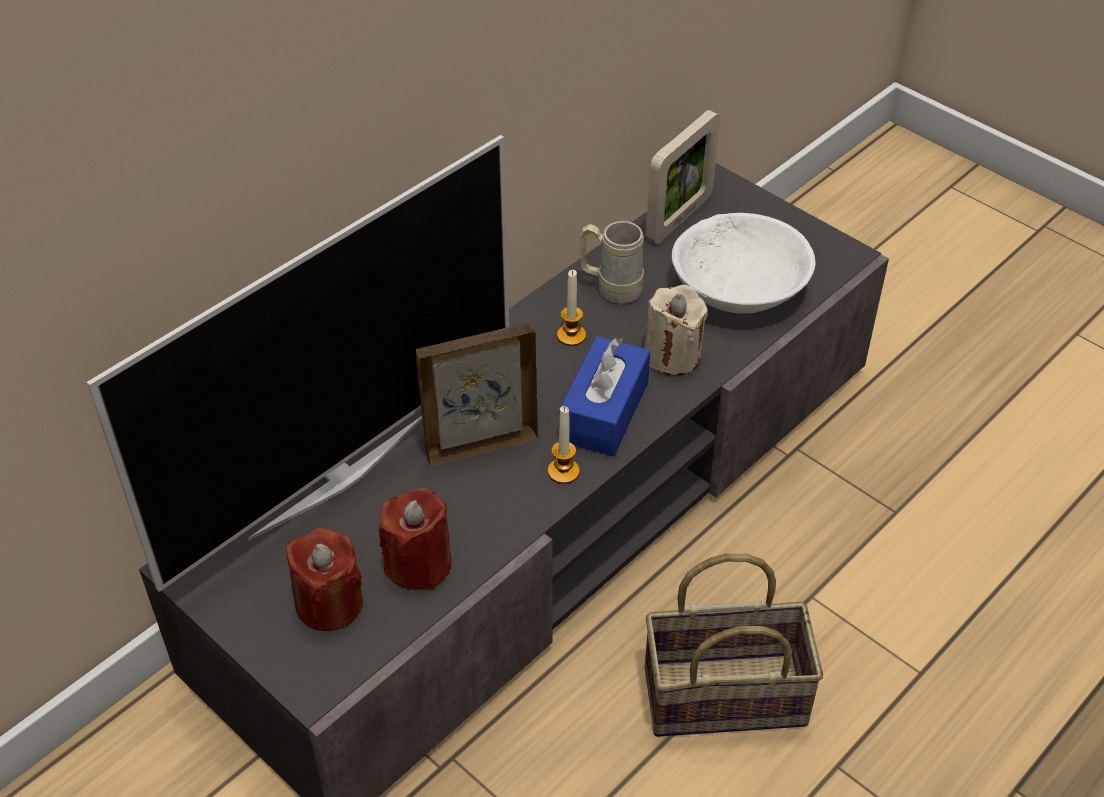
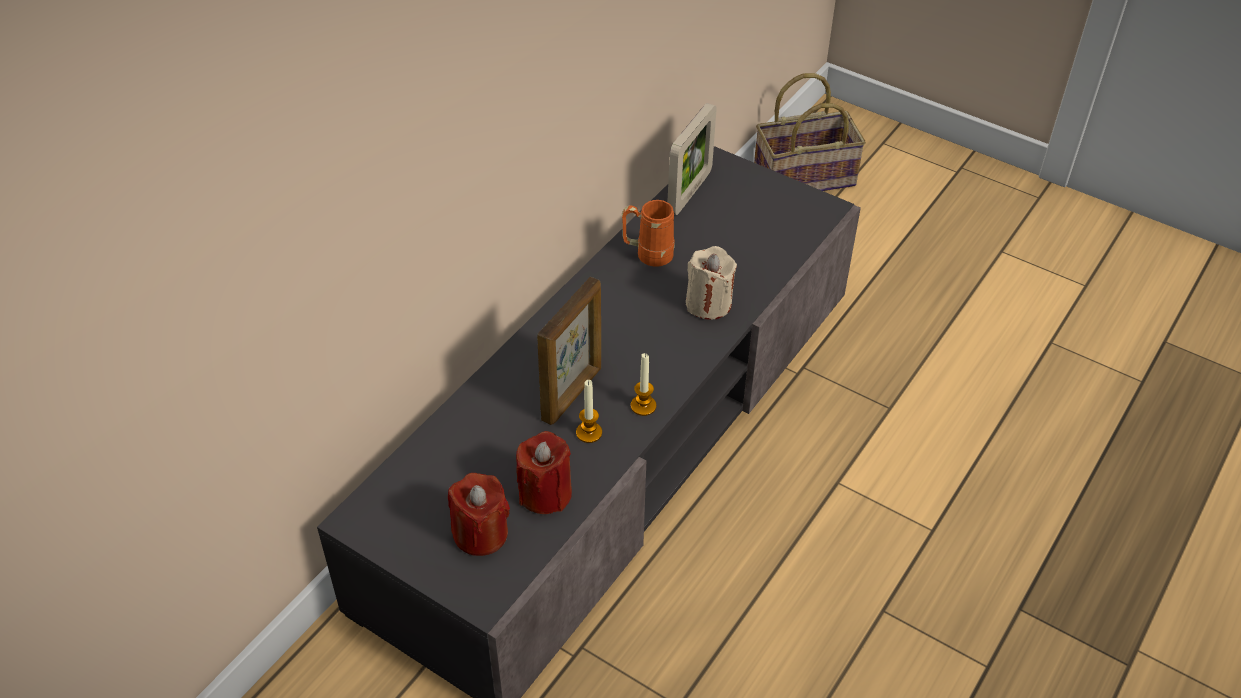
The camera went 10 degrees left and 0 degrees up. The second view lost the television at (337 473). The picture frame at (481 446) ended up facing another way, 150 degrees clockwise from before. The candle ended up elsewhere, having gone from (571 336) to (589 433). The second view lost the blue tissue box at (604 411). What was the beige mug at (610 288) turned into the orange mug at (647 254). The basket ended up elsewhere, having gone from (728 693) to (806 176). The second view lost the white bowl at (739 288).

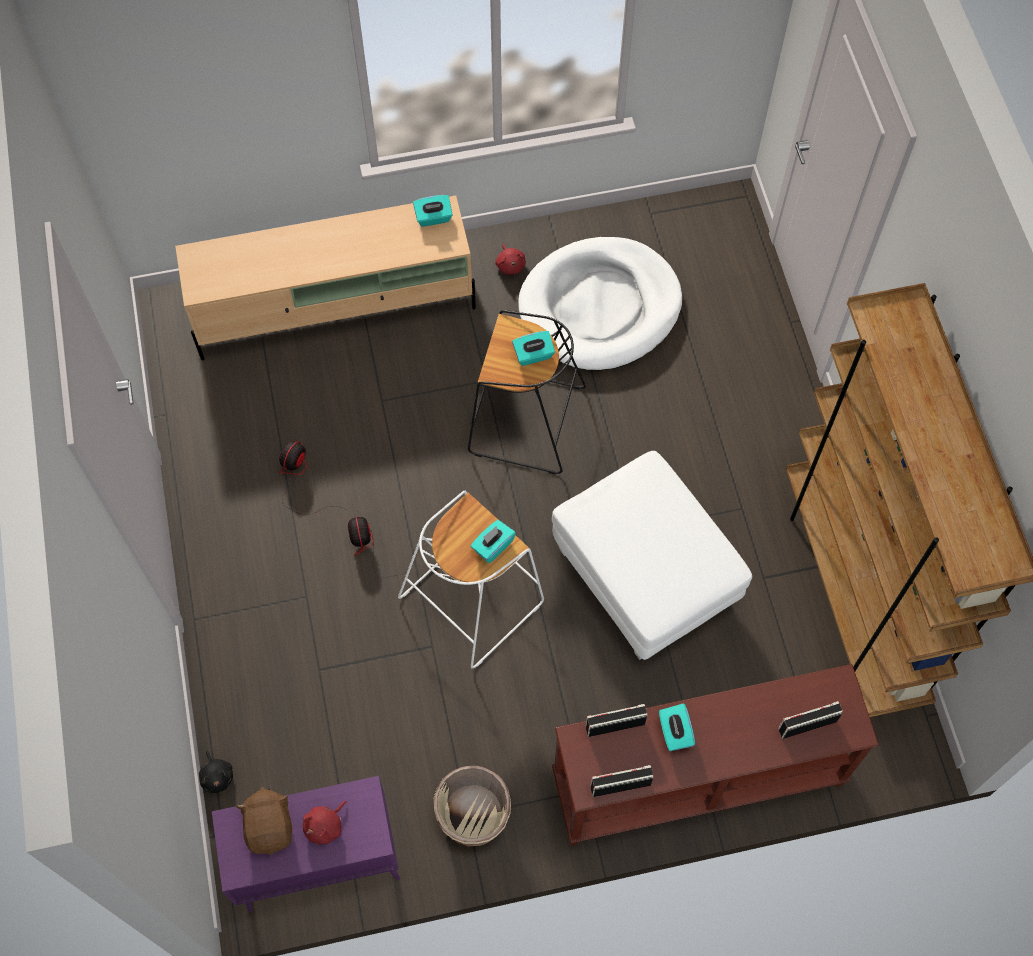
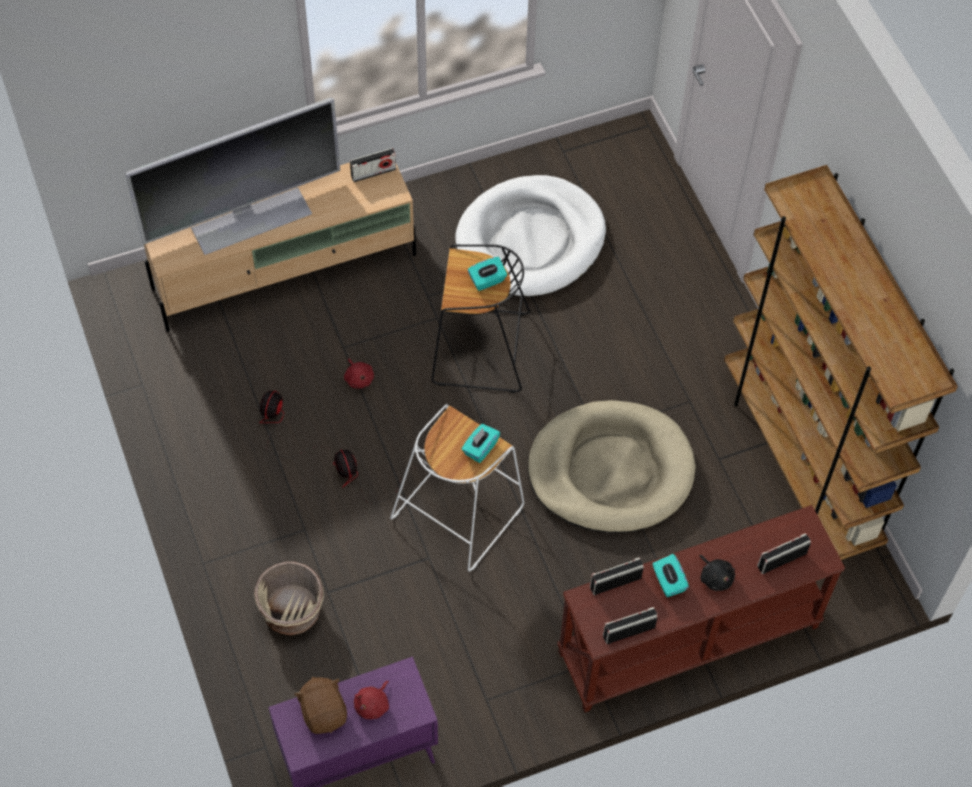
The camera went 10 degrees left and 5 degrees down. The black plush toy ended up elsewhere, having gone from (217 776) to (715 577). Where the turquoise tissue box stood at (433 218), the radio came to stand at (373 172). The beige planter ended up elsewhere, having gone from (473 815) to (291 611). The red plush toy ended up elsewhere, having gone from (510 265) to (359 378). Where the white ottoman stood at (643 575), the beige dog bed came to stand at (610 471). The second view gained the television at (250 219).

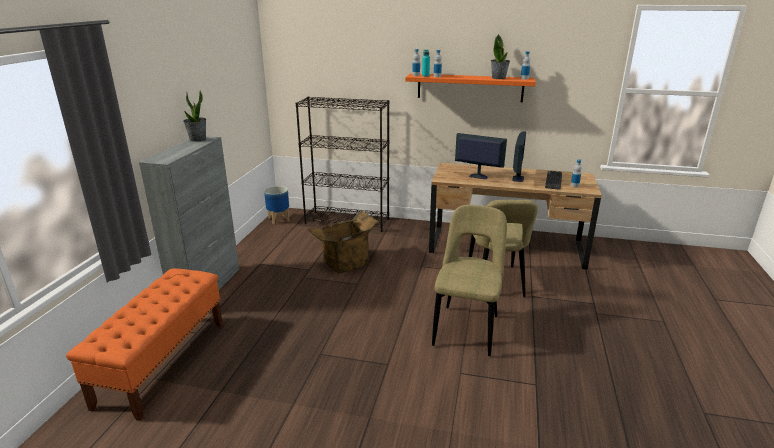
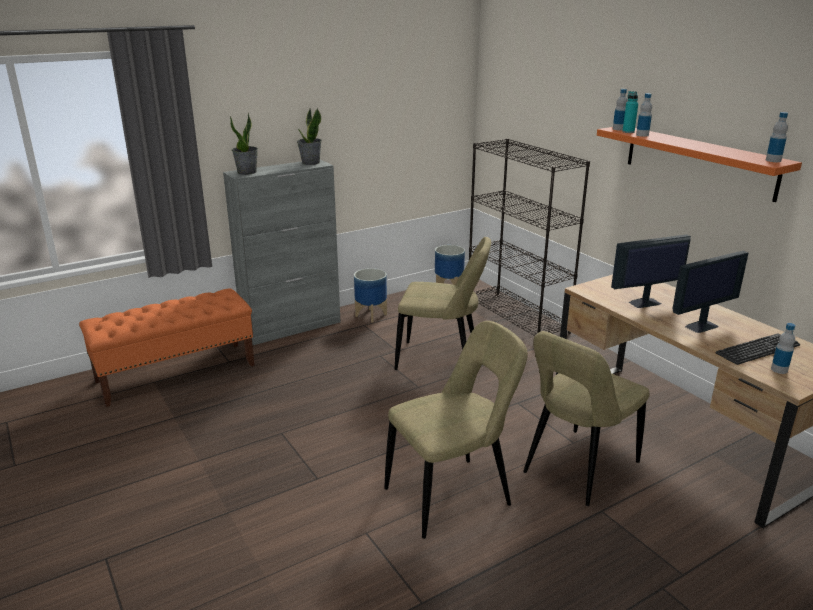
The camera went 45 degrees right and 0 degrees up. Where the cardboard box stood at (346 263), the beige chair came to stand at (441 360). The monitor at (478 176) ended up facing another way, 90 degrees counterclockwise from before. The potted plant ended up elsewhere, having gone from (499 78) to (247 172). The second view gained the planter at (371 315).

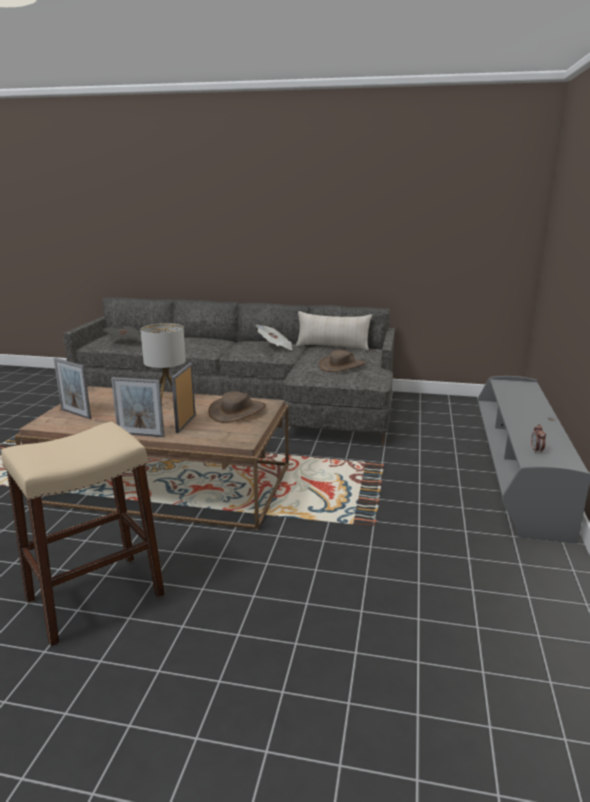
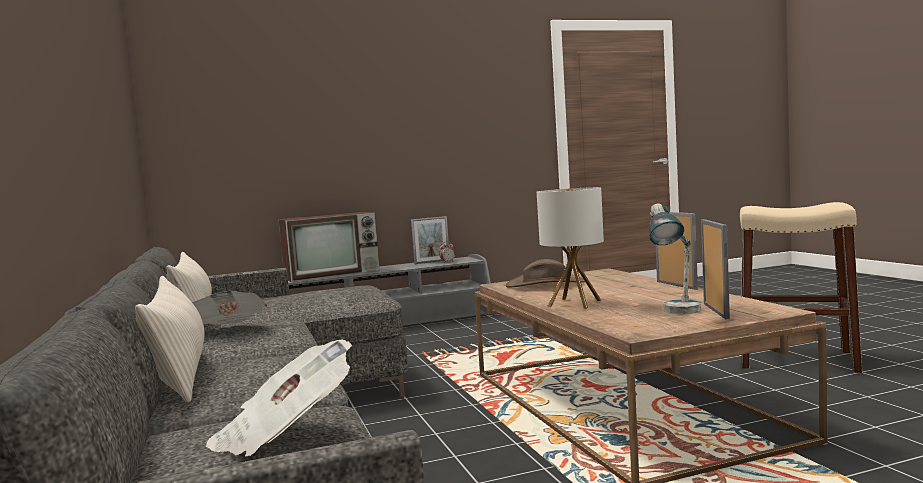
The camera went 120 degrees left and 15 degrees down. The picture frame ended up elsewhere, having gone from (186 423) to (432 262). The second view lost the brown hat at (342 366). The second view gained the beige pillow at (179 375). The second view gained the television at (334 274). The second view gained the table lamp at (677 313).

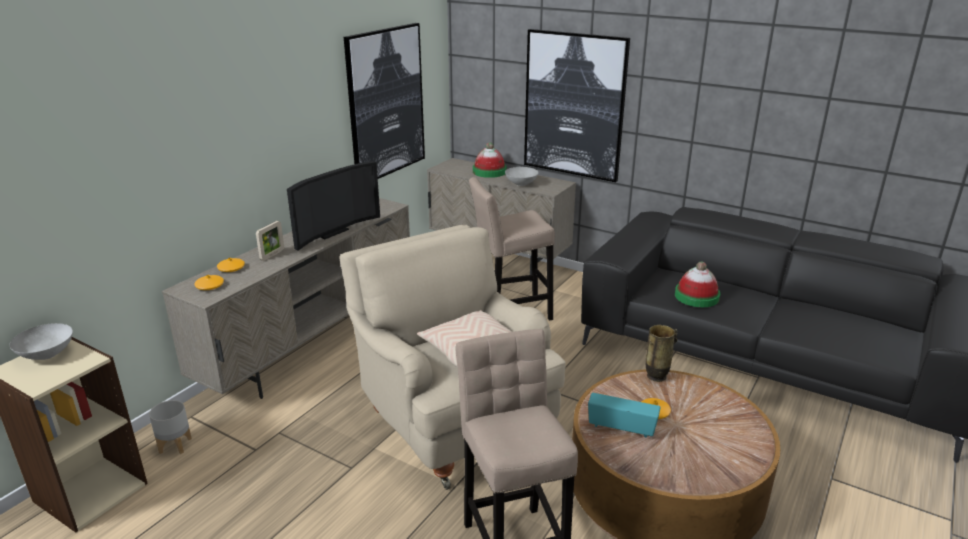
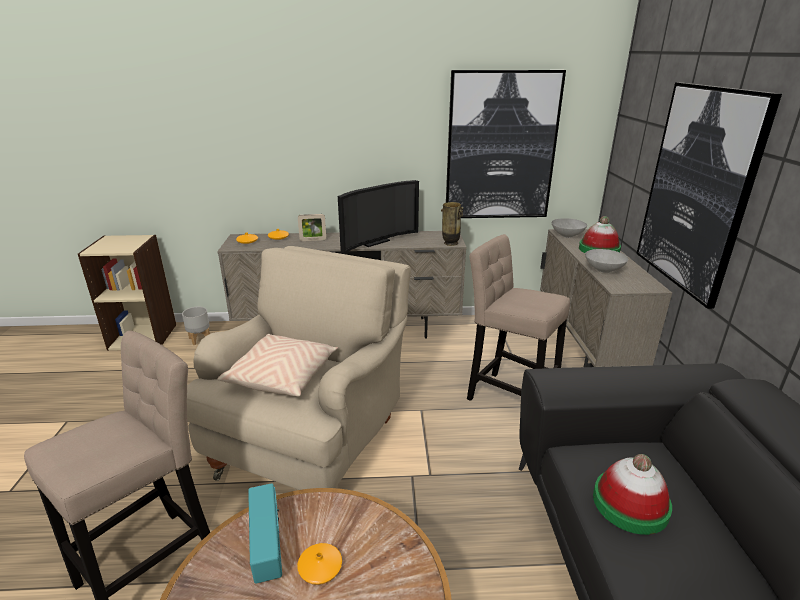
The camera went 55 degrees right and 0 degrees up. The grey bowl ended up elsewhere, having gone from (46 354) to (567 235). The television at (330 232) ended up facing another way, 45 degrees counterclockwise from before. The vase ended up elsewhere, having gone from (656 377) to (450 243).

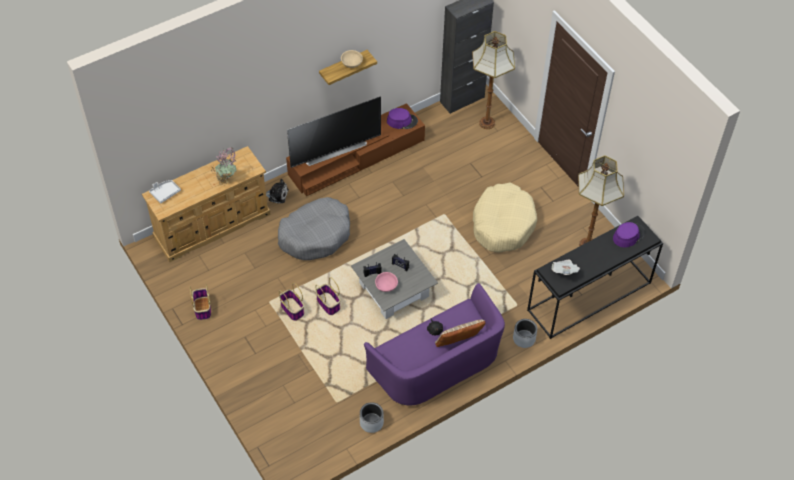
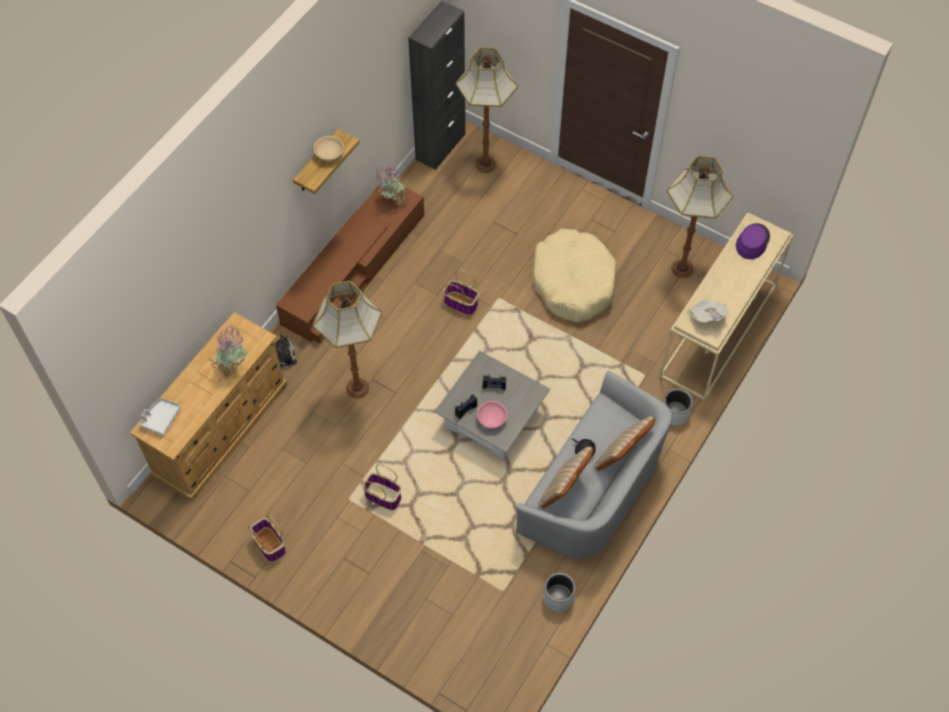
The camera went 25 degrees left and 5 degrees up. Where the grey dog bed stood at (315 235), the floor lamp came to stand at (358 388). The second view lost the television at (334 149). The basket ended up elsewhere, having gone from (328 304) to (461 303). What was the purple sofa at (437 363) turned into the grey sofa at (594 488). Where the purple hat stood at (402 121), the potted plant came to stand at (393 202). What was the black console table at (589 297) turned into the beige console table at (719 331). The second view gained the beige pillow at (564 490).

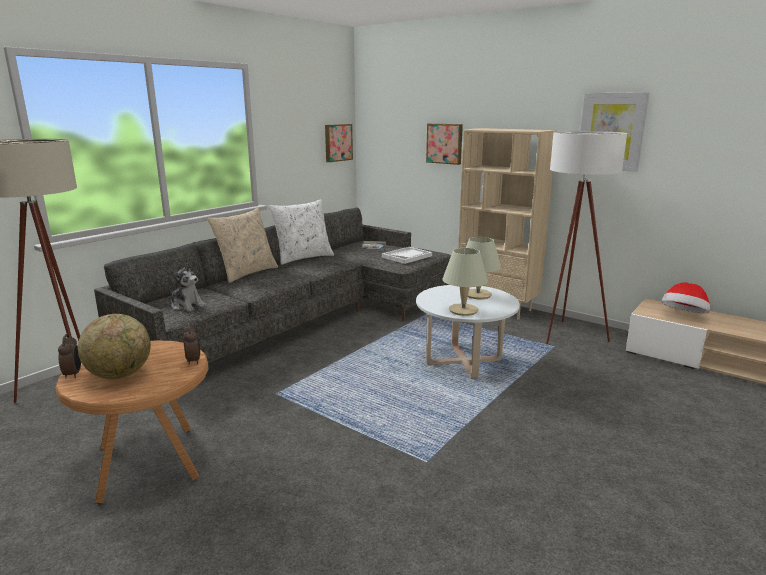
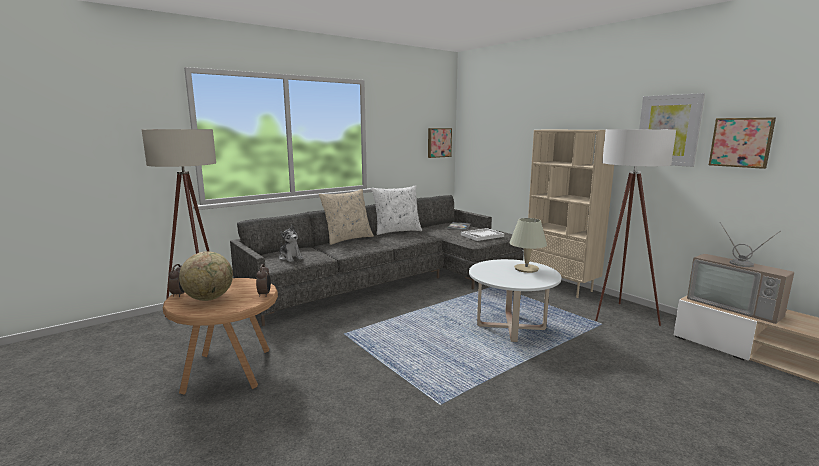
The camera went 15 degrees right and 5 degrees down. The picture ended up elsewhere, having gone from (445 143) to (741 142). The second view lost the beige table lamp at (463 310). Where the hat stood at (683 316), the television came to stand at (736 306).

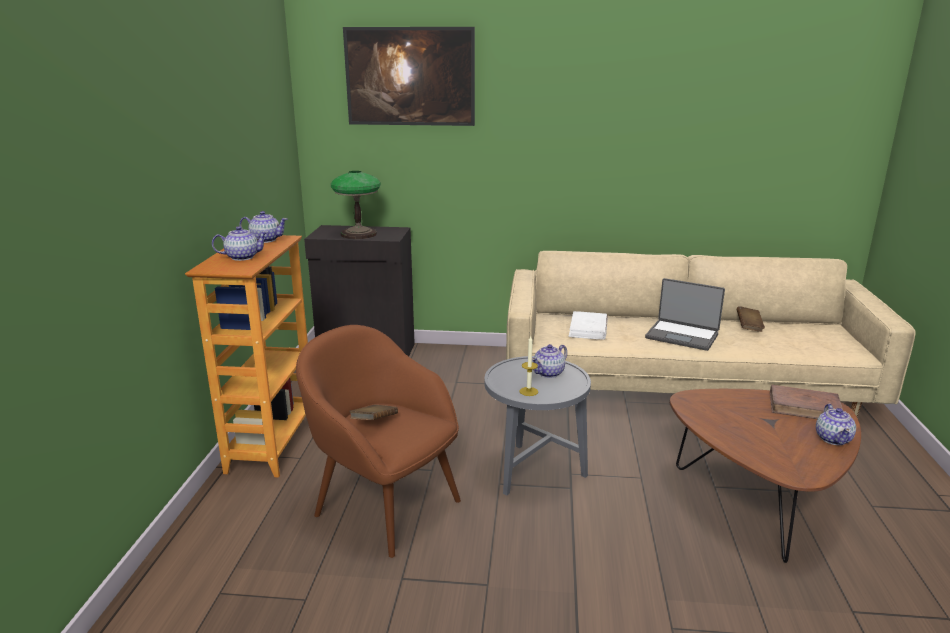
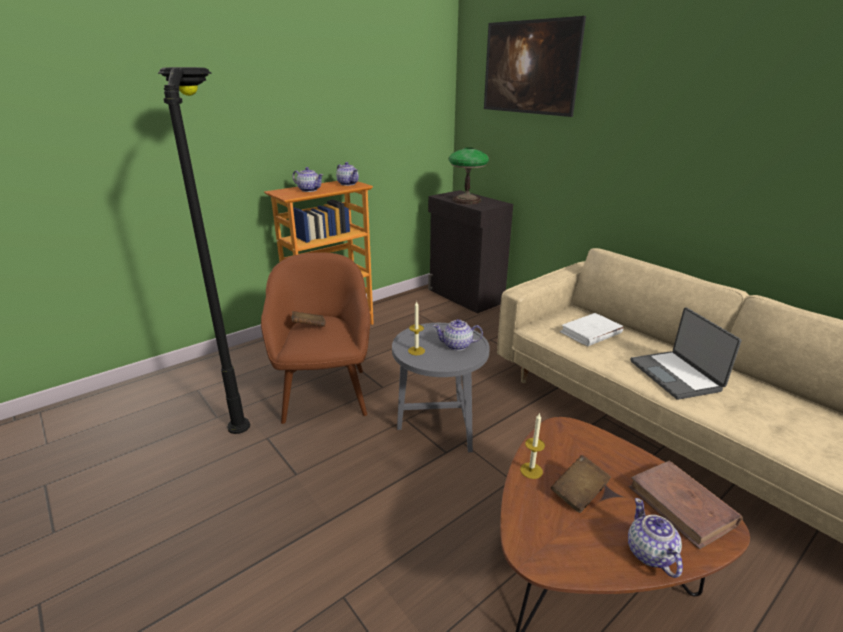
The camera went 45 degrees right and 5 degrees up. The brown book ended up elsewhere, having gone from (749 326) to (578 493). The teapot at (833 439) ended up facing another way, 120 degrees clockwise from before. The second view gained the black floor lamp at (241 389). The second view gained the candle at (531 470).

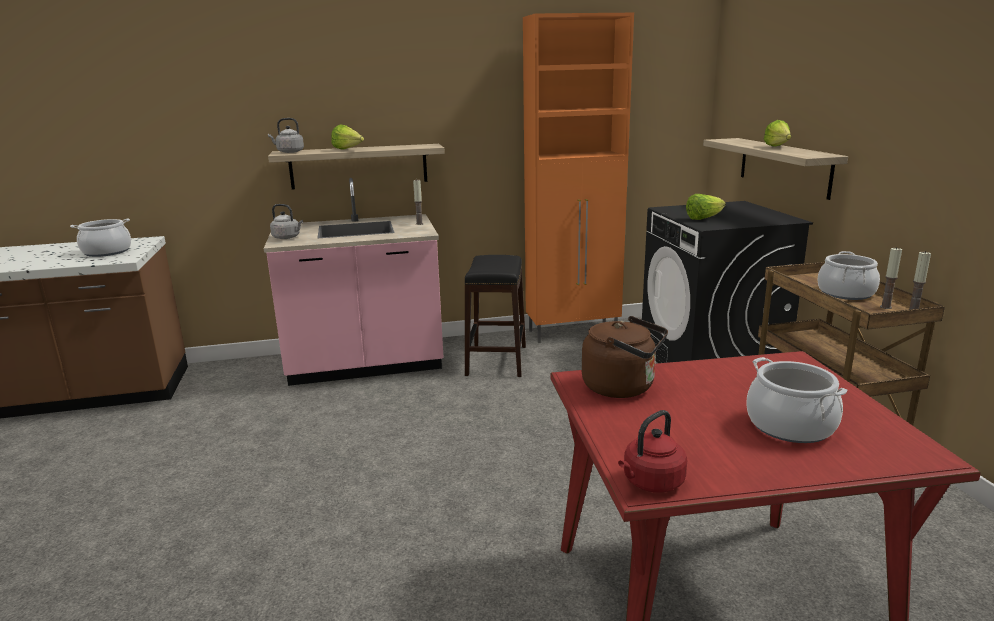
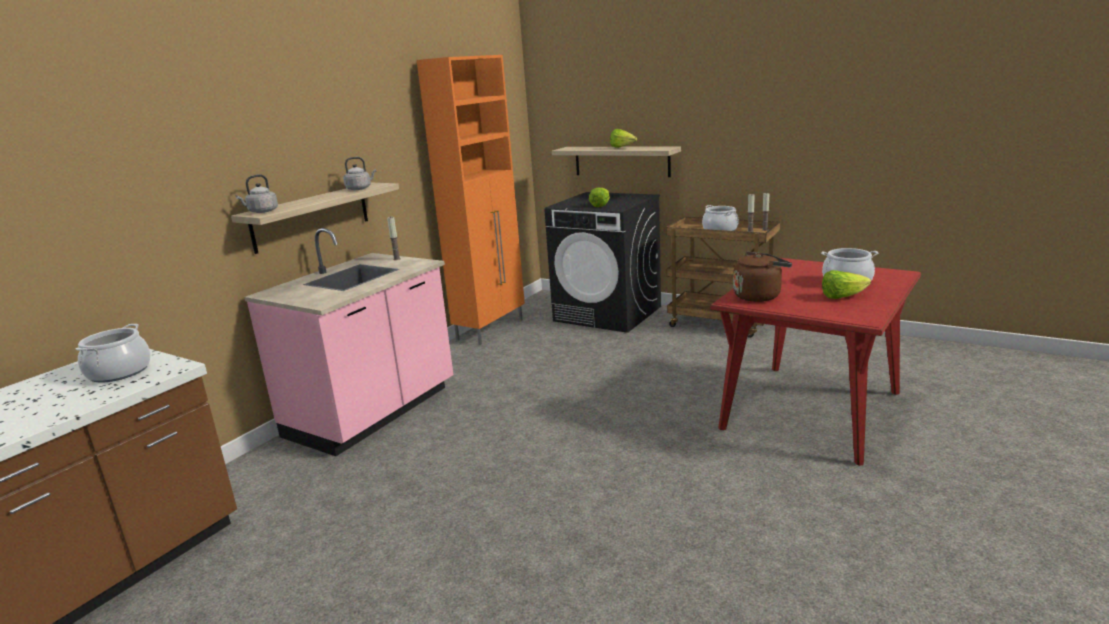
The camera went 45 degrees left and 0 degrees up. The grey kettle ended up elsewhere, having gone from (287 237) to (360 189). The lettuce ended up elsewhere, having gone from (348 150) to (842 297). The second view lost the black stool at (497 360). The second view lost the red kettle at (651 483).

